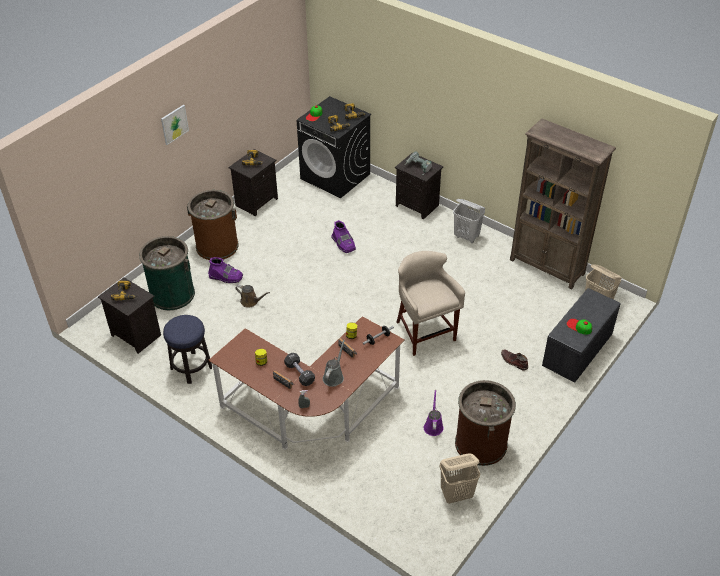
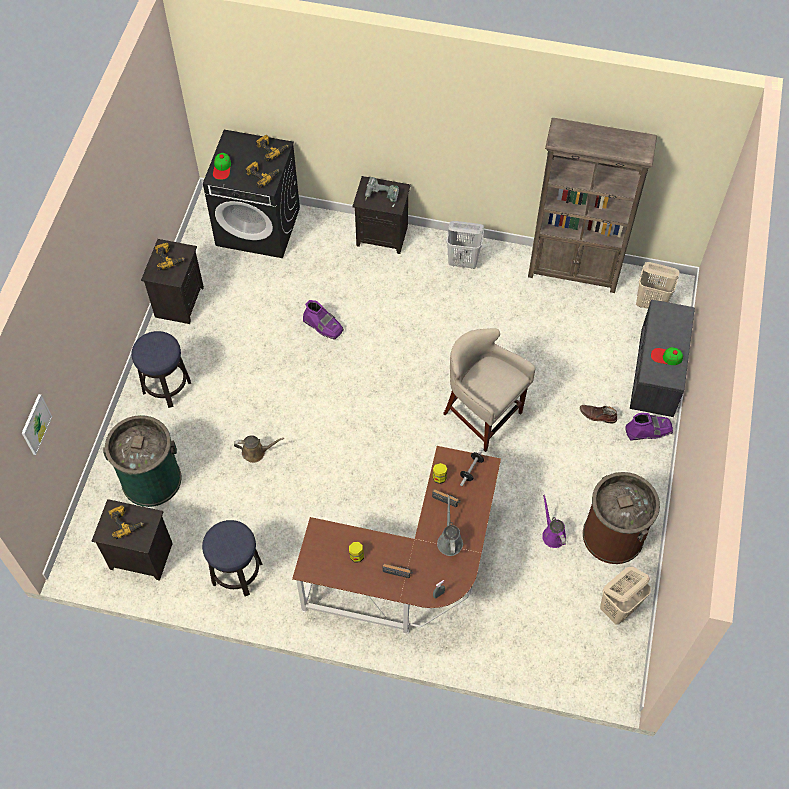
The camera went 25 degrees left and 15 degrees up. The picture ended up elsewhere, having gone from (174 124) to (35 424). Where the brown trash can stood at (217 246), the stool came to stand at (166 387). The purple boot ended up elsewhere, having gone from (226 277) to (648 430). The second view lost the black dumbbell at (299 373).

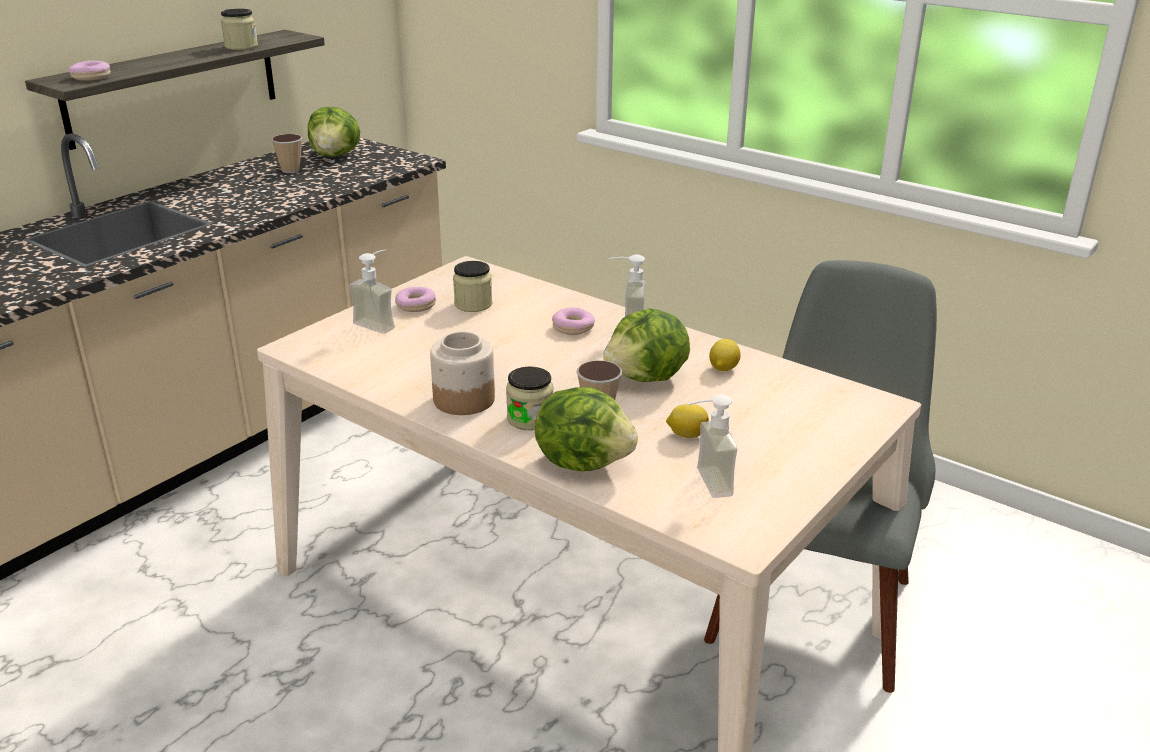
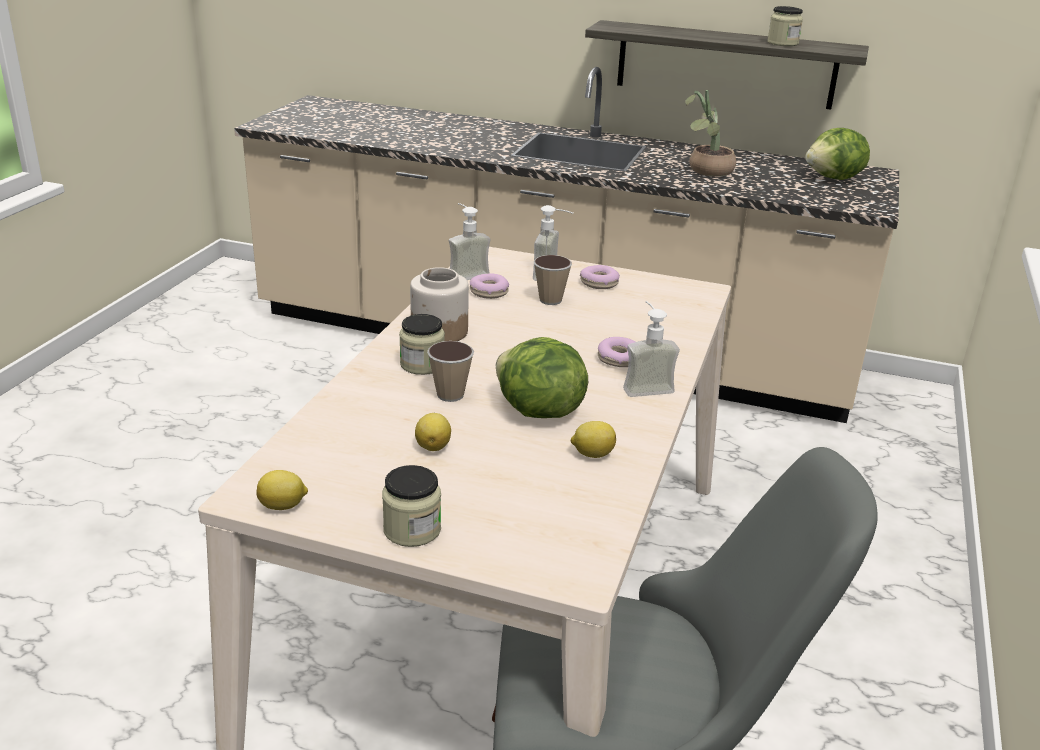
The camera went 70 degrees right and 0 degrees up. The donut ended up elsewhere, having gone from (91 77) to (489 292). The cup ended up elsewhere, having gone from (290 170) to (550 300). The jar ended up elsewhere, having gone from (473 304) to (412 530). The second view lost the lettuce at (584 461). The soap dispenser ended up elsewhere, having gone from (703 483) to (465 273). The second view gained the lemon at (283 506). The second view gained the potted plant at (706 171).

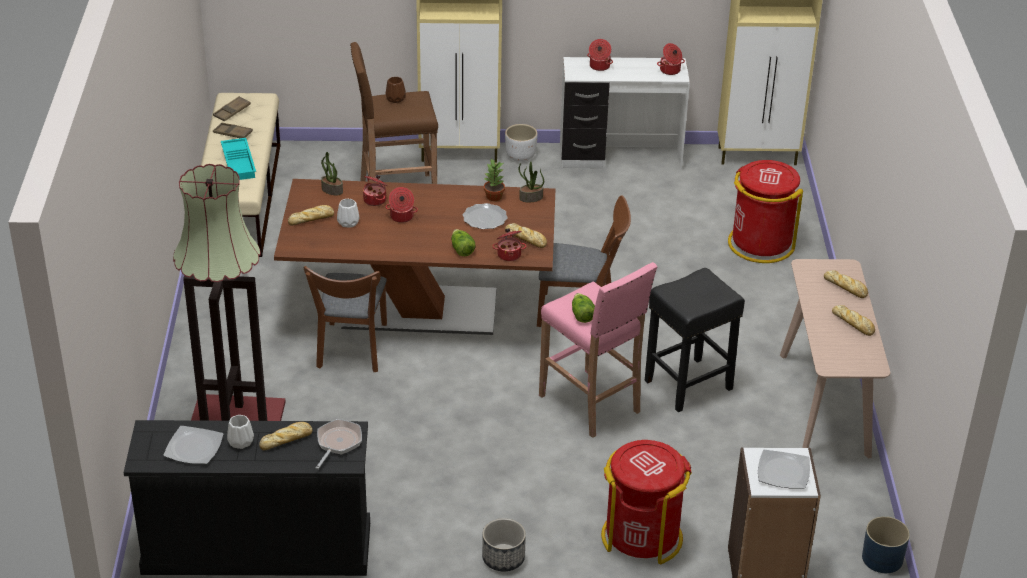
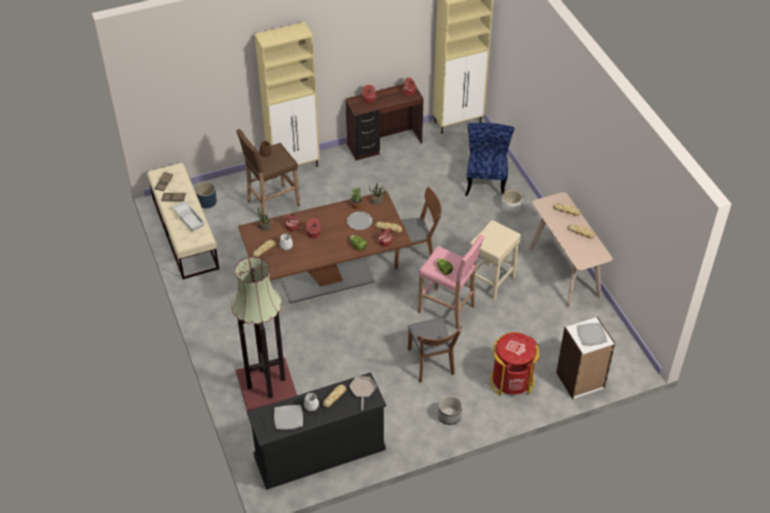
The camera went 20 degrees left and 10 degrees up. What was the turquoise tray at (239 163) turned into the white tray at (189 218). The brown chair ended up elsewhere, having gone from (351 351) to (431 365). The white planter ended up elsewhere, having gone from (520 156) to (511 209). What was the white desk at (620 158) turned into the brown desk at (385 144). What was the black stool at (687 385) turned into the beige stool at (491 282). Where the red trash can stood at (760 244), the blue chair came to stand at (486 181). The blue planter ended up elsewhere, having gone from (882 559) to (207 201).

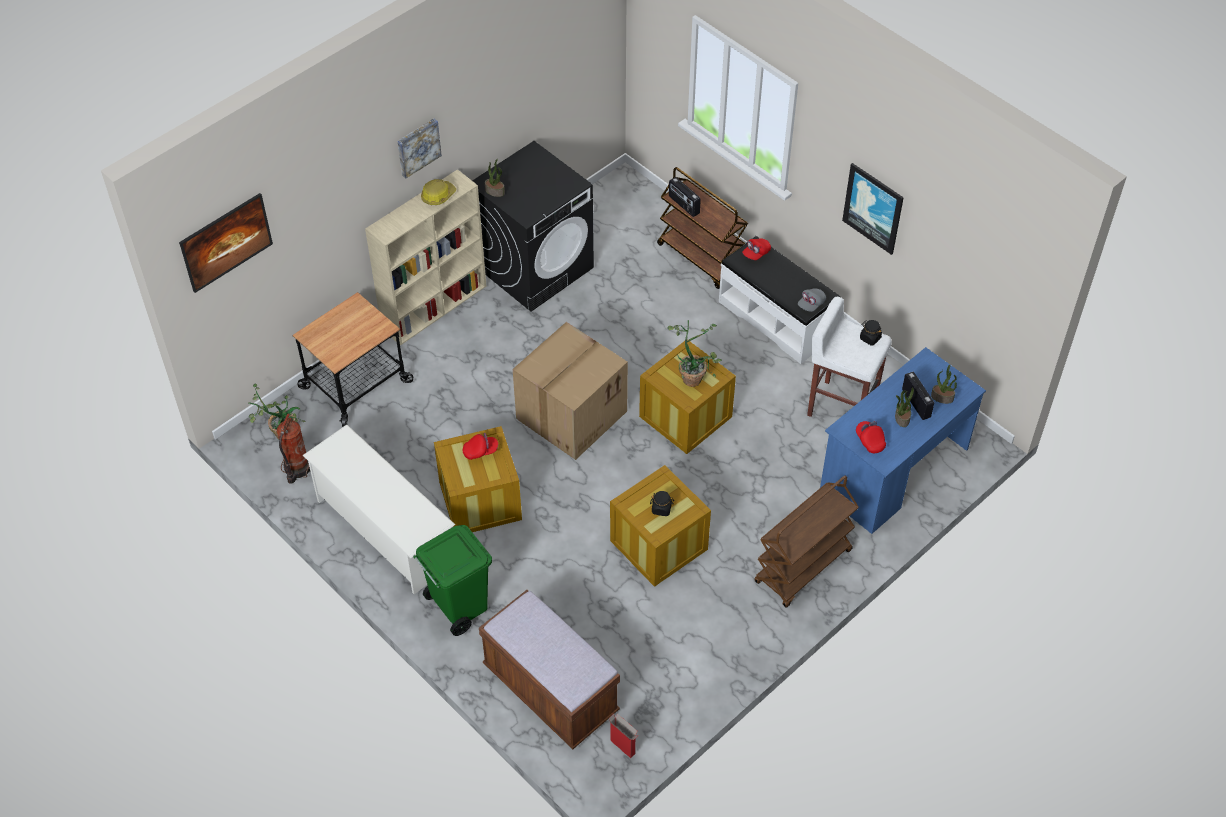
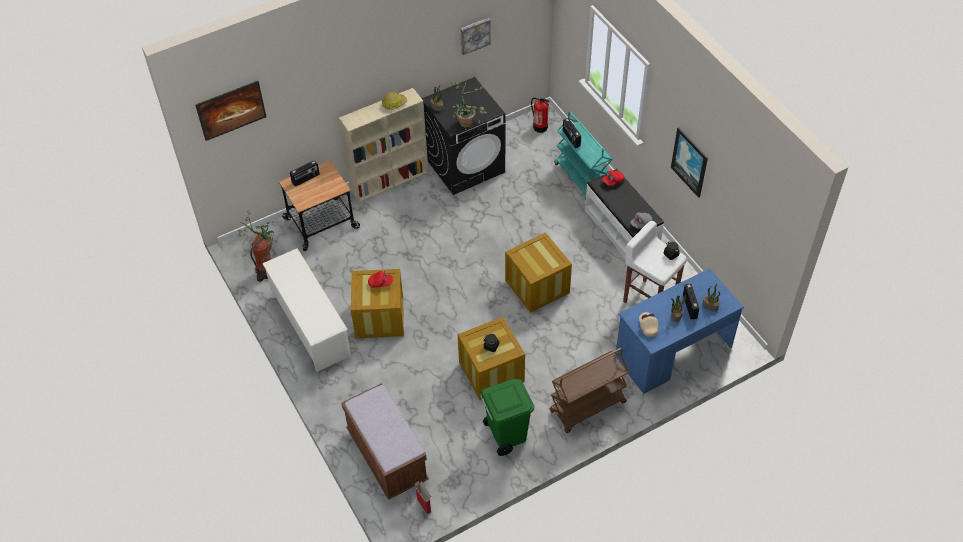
The camera went 15 degrees right and 0 degrees up. The picture ended up elsewhere, having gone from (417 147) to (474 35). The green trash can ended up elsewhere, having gone from (458 606) to (506 435). The second view lost the cardboard box at (571 413). What was the brown cart at (701 258) turned into the turquoise cart at (582 178). The potted plant ended up elsewhere, having gone from (693 375) to (468 121). What was the red cap at (870 441) turned into the beige cap at (648 327). The second view gained the radio at (306 179). The second view gained the fire extinguisher at (540 127).

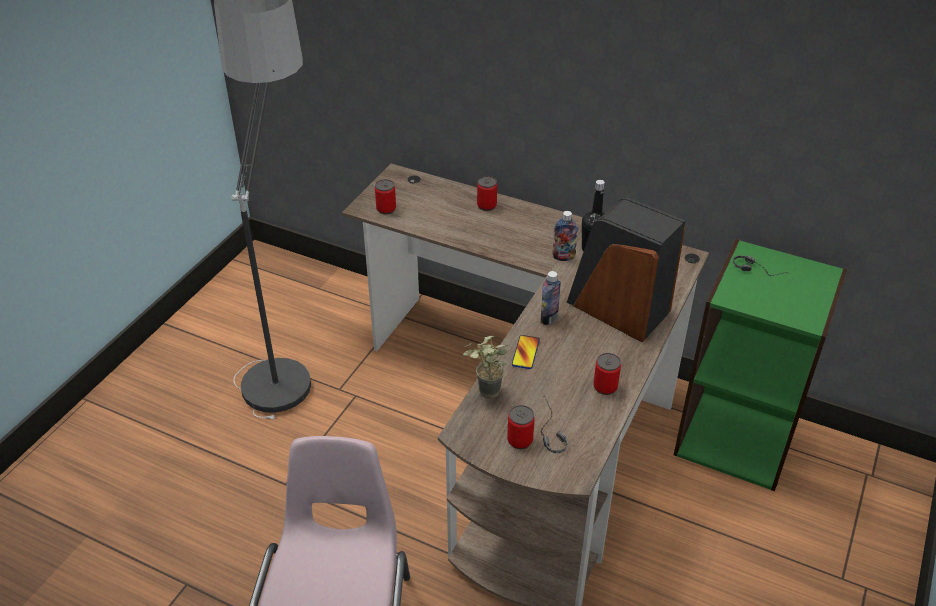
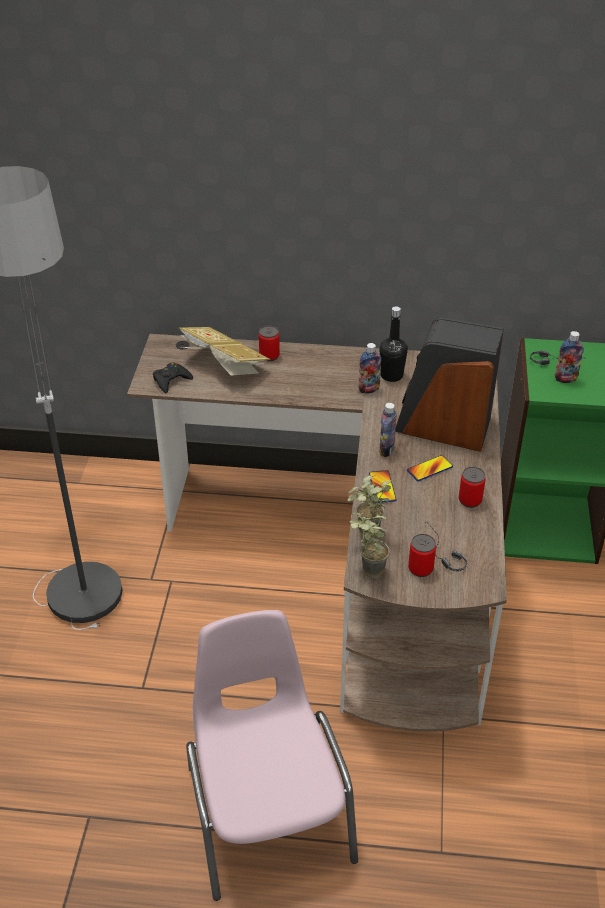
The camera went 20 degrees left and 0 degrees up. Where the can stood at (386 209), the black game controller came to stand at (171 380). The second view gained the book at (223 366). The second view gained the potted plant at (366 571). The second view gained the phone at (429 469). The second view gained the bottle at (565 379).

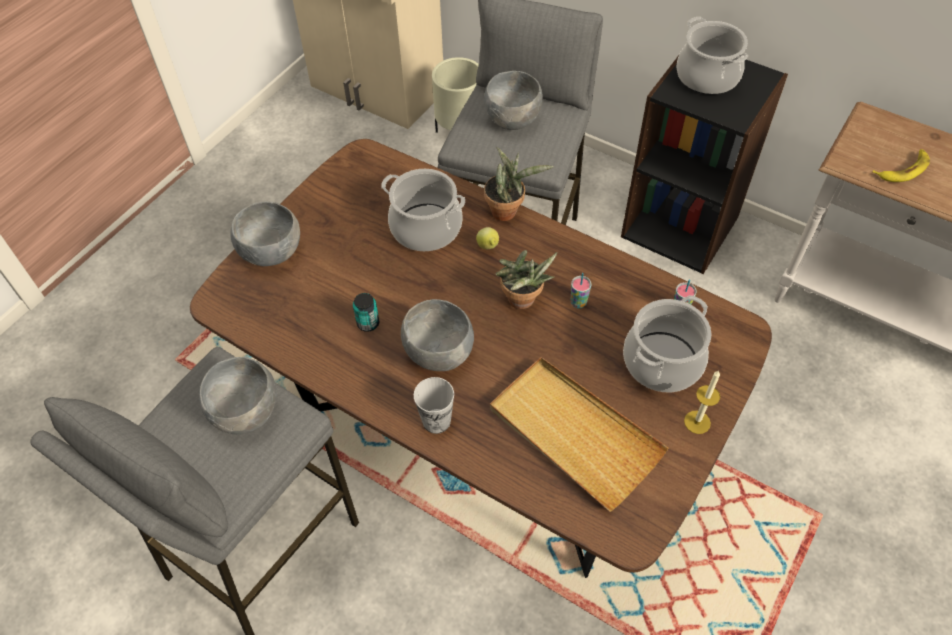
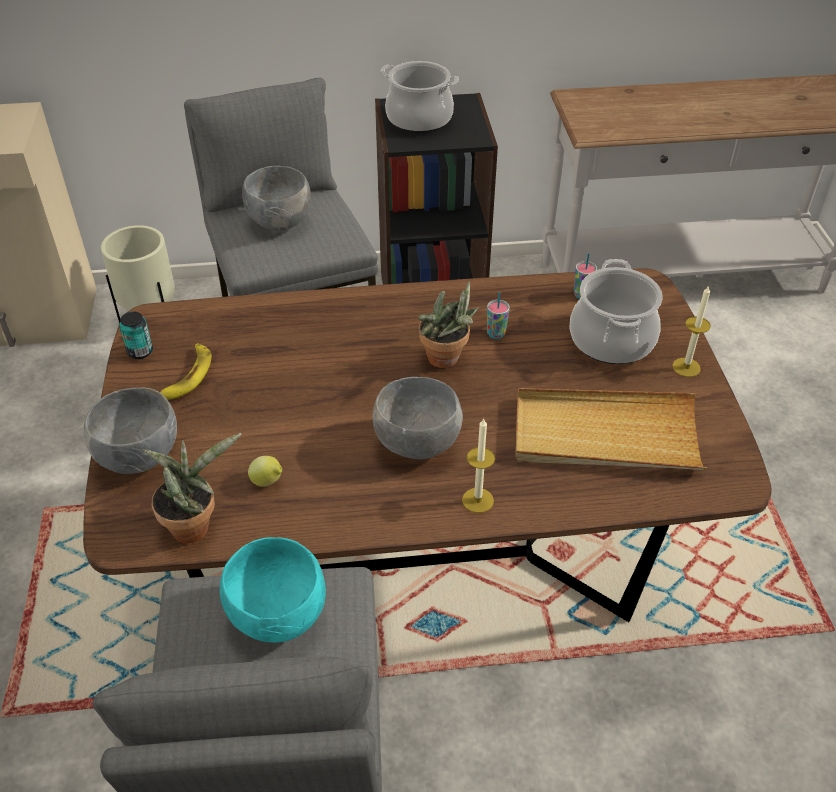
The camera went 40 degrees left and 10 degrees down. What was the grey bowl at (247 412) turned into the turquoise bowl at (278 614). The can ended up elsewhere, having gone from (368 323) to (140 351). The second view lost the cooking pot at (426 227). Where the cup stood at (436 421), the candle came to stand at (477 500). The lemon ended up elsewhere, having gone from (488 247) to (268 482). The potted plant ended up elsewhere, having gone from (508 211) to (195 525). The banana ended up elsewhere, having gone from (903 169) to (186 376).

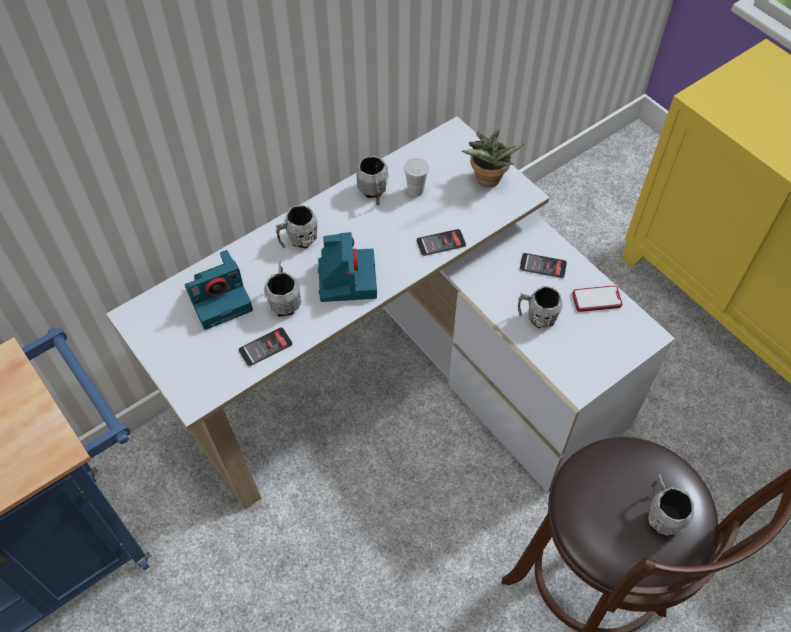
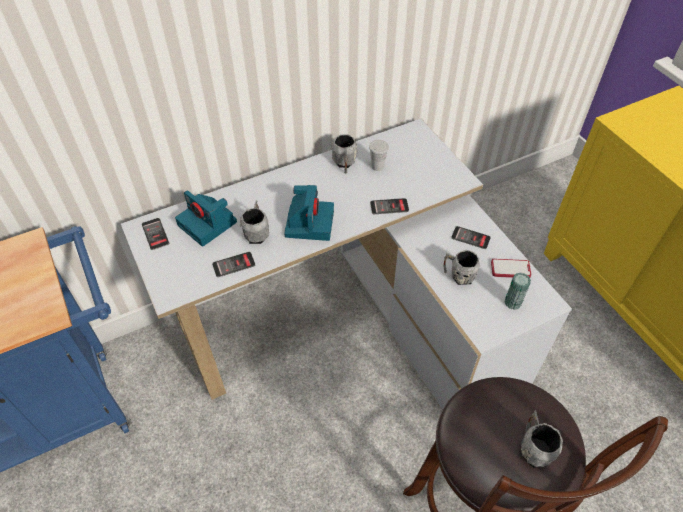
The camera went 10 degrees right and 5 degrees down. The photo camera at (220 298) ended up facing another way, 60 degrees clockwise from before. The second view lost the grey mug at (298 240). The second view lost the potted plant at (487 181). The second view gained the phone at (155 234). The second view gained the can at (512 302).

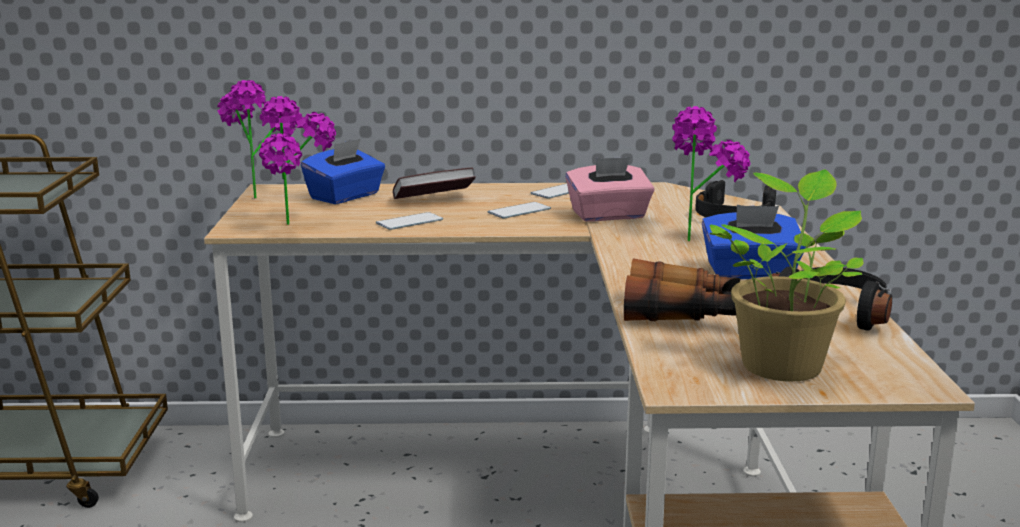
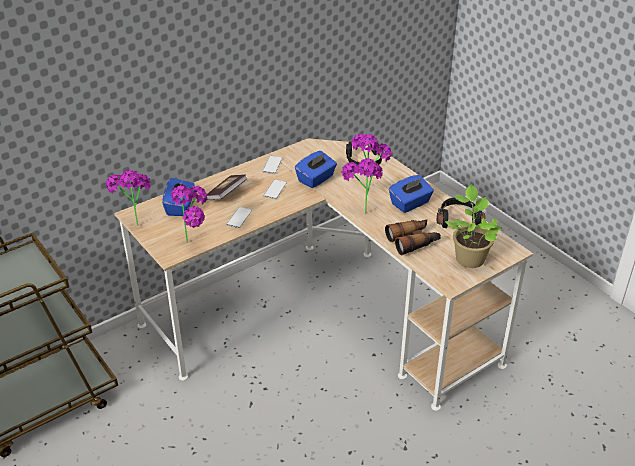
The camera went 35 degrees left and 20 degrees up. What was the pink tissue box at (609 216) turned into the blue tissue box at (316 179). The second view gained the potted plant at (361 209).

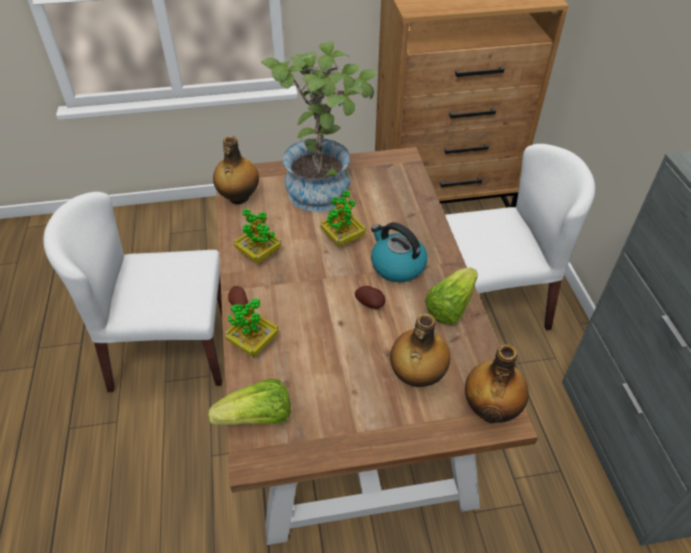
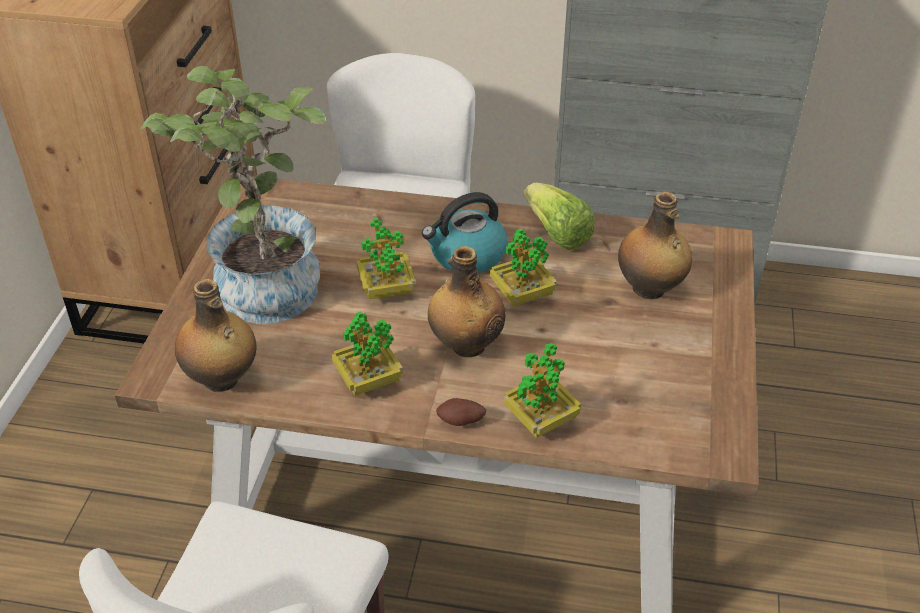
The camera went 70 degrees left and 5 degrees down. The second view lost the lettuce at (257 418). Where the potato stood at (371 304), the potted plant came to stand at (522 295). The bottle ended up elsewhere, having gone from (491 409) to (466 345).

